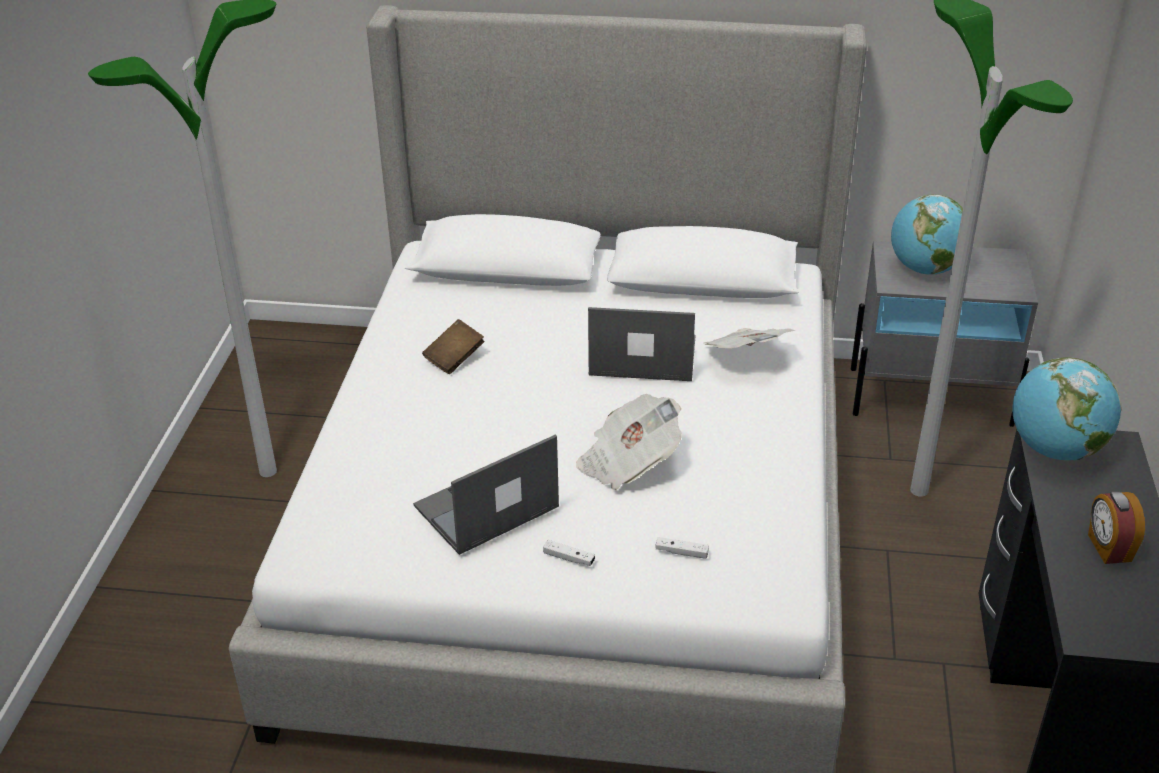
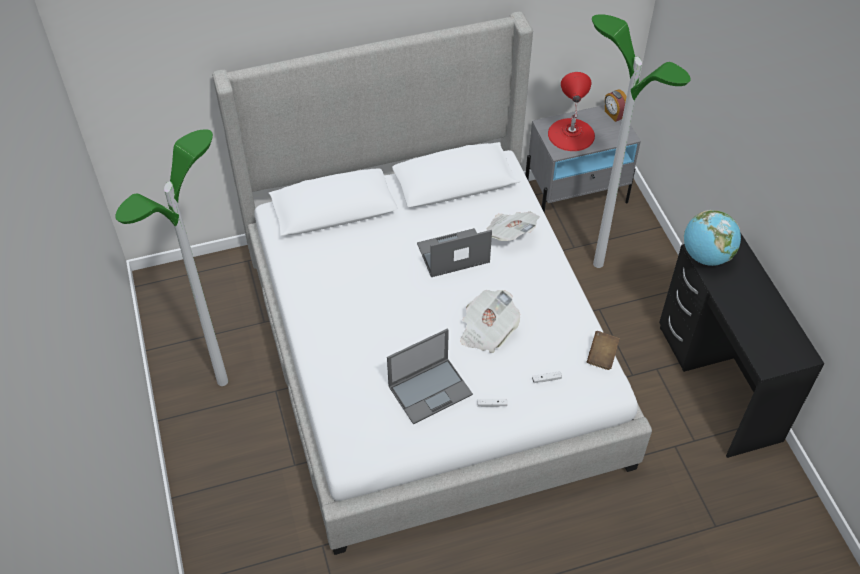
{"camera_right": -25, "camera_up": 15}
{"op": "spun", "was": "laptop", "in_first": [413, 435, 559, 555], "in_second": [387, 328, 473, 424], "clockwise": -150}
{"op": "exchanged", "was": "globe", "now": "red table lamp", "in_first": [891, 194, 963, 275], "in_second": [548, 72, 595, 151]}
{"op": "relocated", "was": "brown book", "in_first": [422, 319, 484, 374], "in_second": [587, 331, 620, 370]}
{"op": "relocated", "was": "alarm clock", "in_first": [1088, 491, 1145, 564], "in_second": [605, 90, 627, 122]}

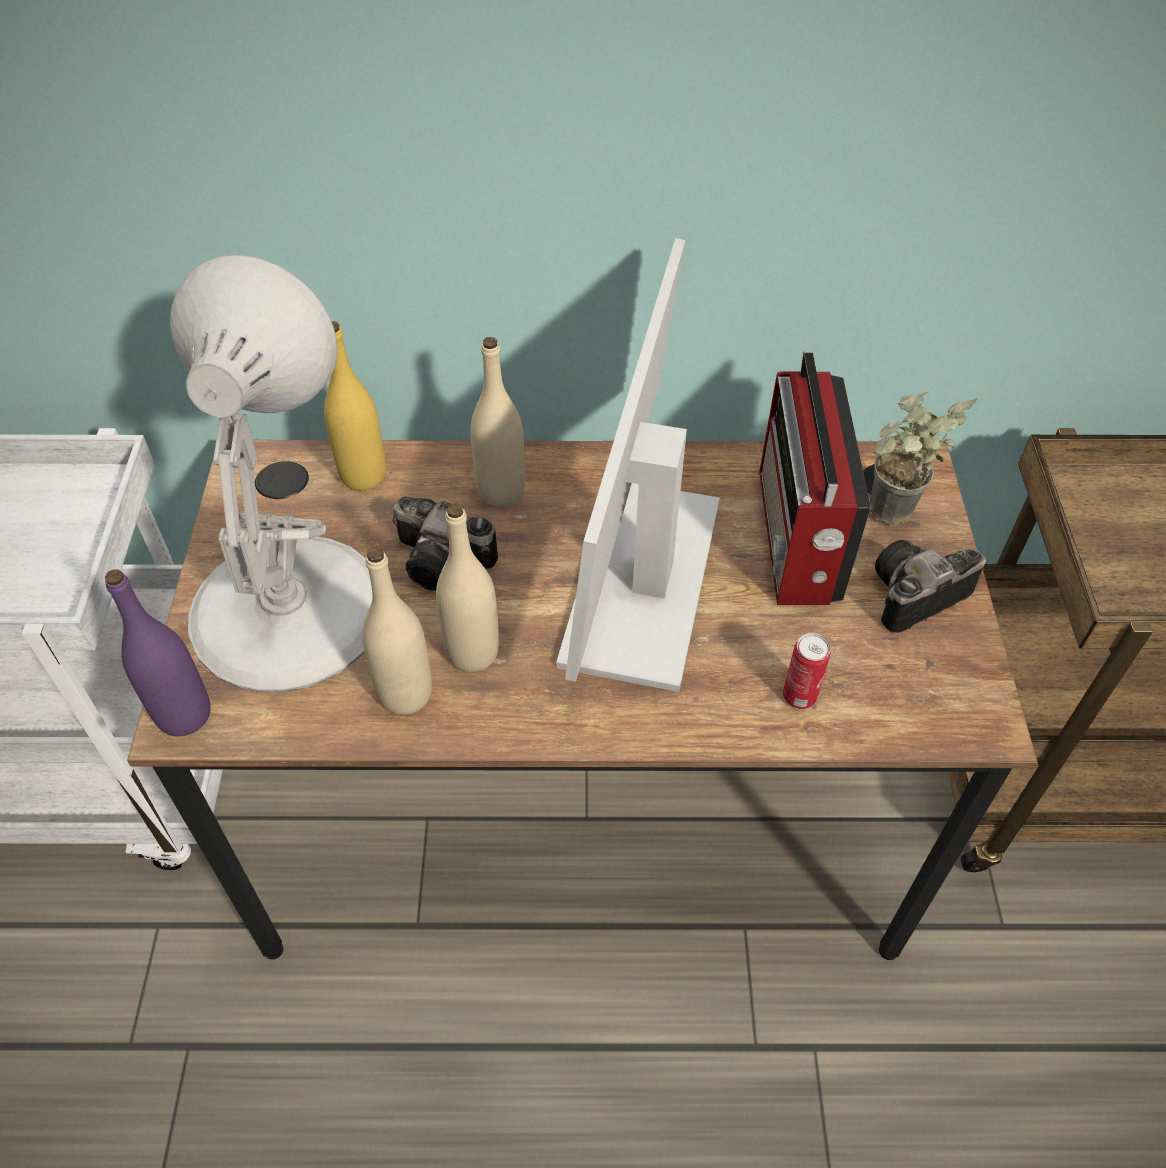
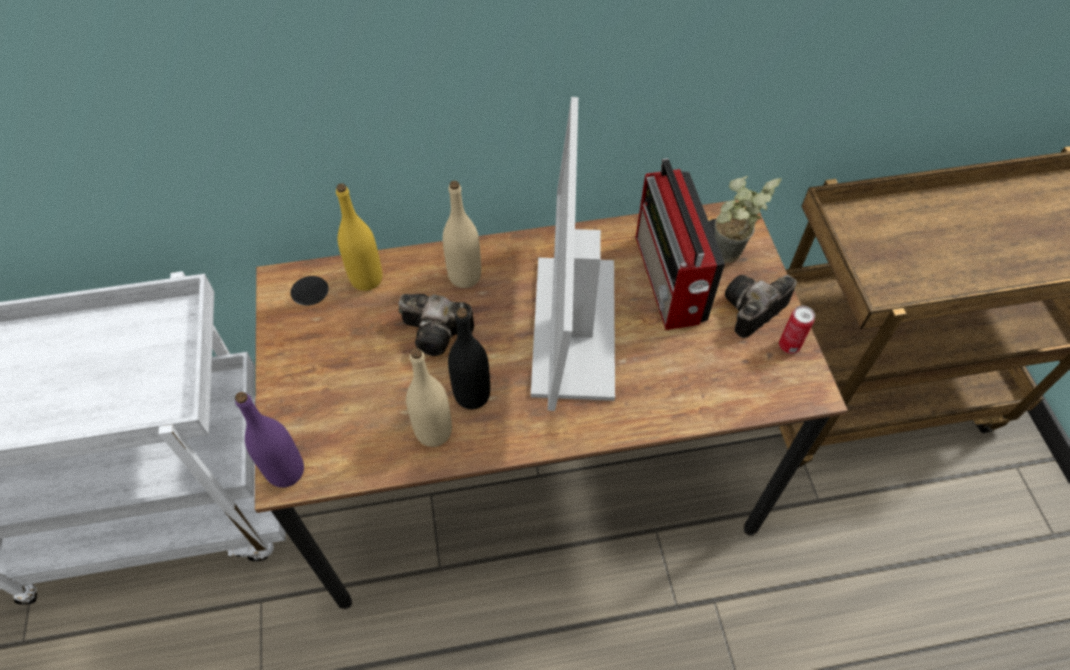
{"camera_right": -10, "camera_up": 5}
{"op": "colour", "was": "beige bottle", "now": "black bottle", "in_first": [436, 503, 499, 672], "in_second": [448, 308, 490, 409]}
{"op": "relocated", "was": "can", "in_first": [783, 633, 831, 709], "in_second": [779, 306, 815, 354]}
{"op": "missing", "was": "white table lamp", "in_first": [170, 255, 372, 692]}

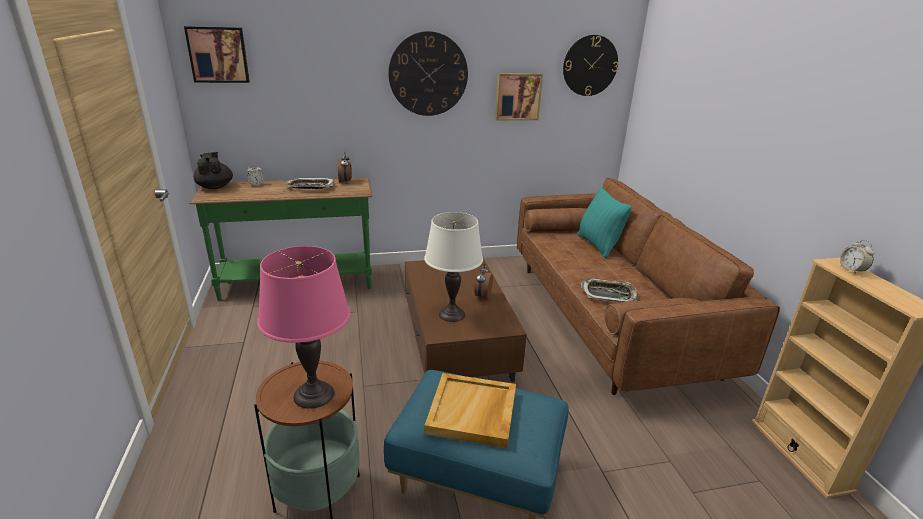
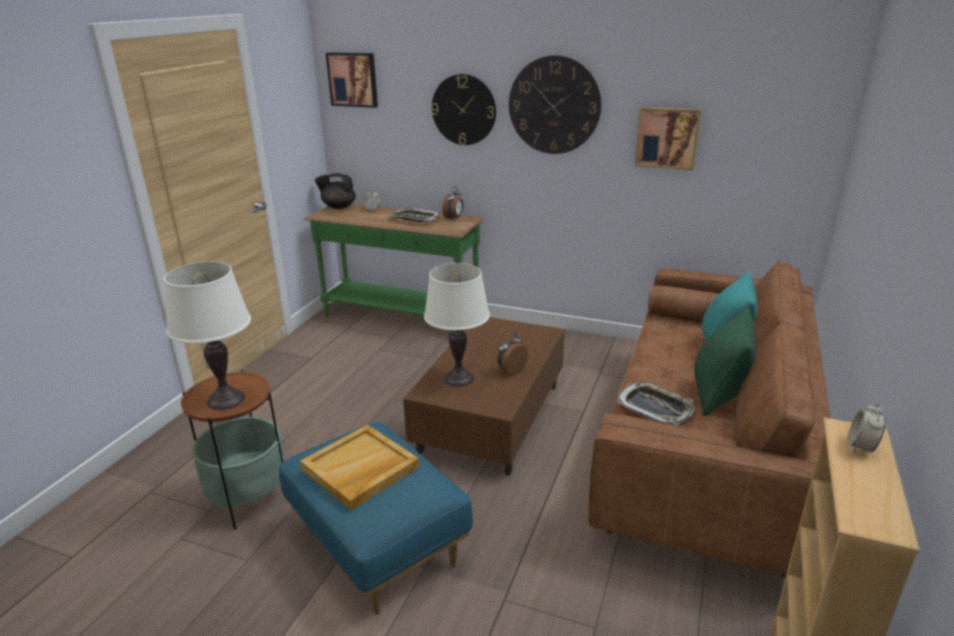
{"camera_right": 35, "camera_up": 0}
{"op": "colour", "was": "pink table lamp", "now": "white table lamp", "in_first": [257, 246, 350, 409], "in_second": [164, 262, 251, 410]}
{"op": "spun", "was": "black teapot", "in_first": [193, 152, 233, 189], "in_second": [315, 173, 356, 209], "clockwise": -105}
{"op": "relocated", "was": "wall clock", "in_first": [563, 35, 618, 96], "in_second": [431, 74, 496, 145]}
{"op": "appeared", "now": "green pillow", "in_second": [694, 307, 756, 416]}

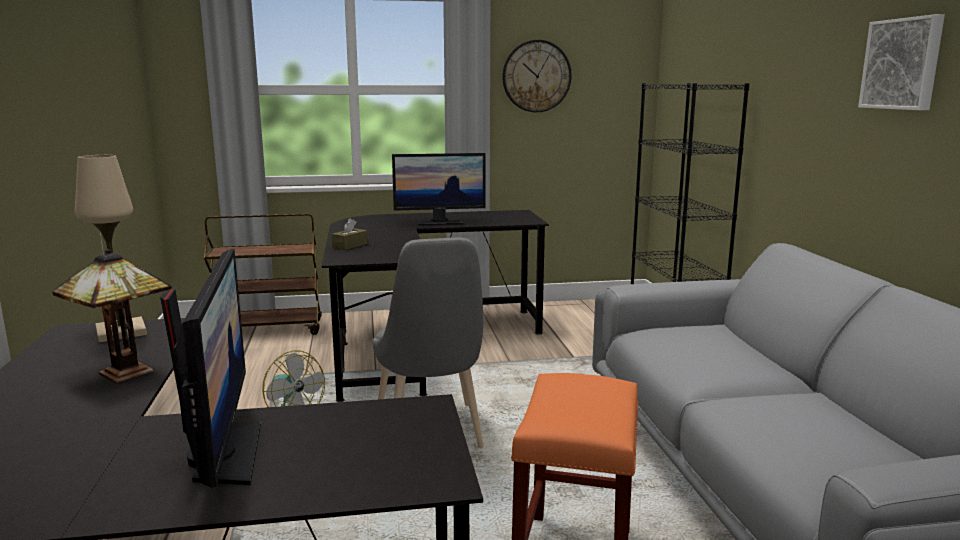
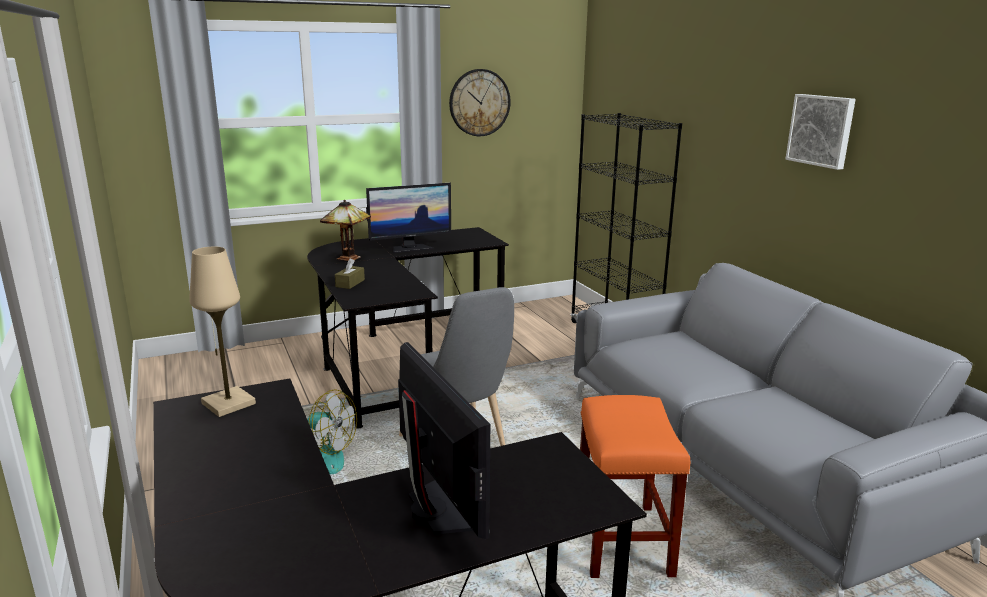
{"camera_right": -15, "camera_up": 5}
{"op": "relocated", "was": "table lamp", "in_first": [53, 249, 172, 383], "in_second": [320, 200, 371, 261]}
{"op": "missing", "was": "brown cart", "in_first": [204, 214, 322, 335]}

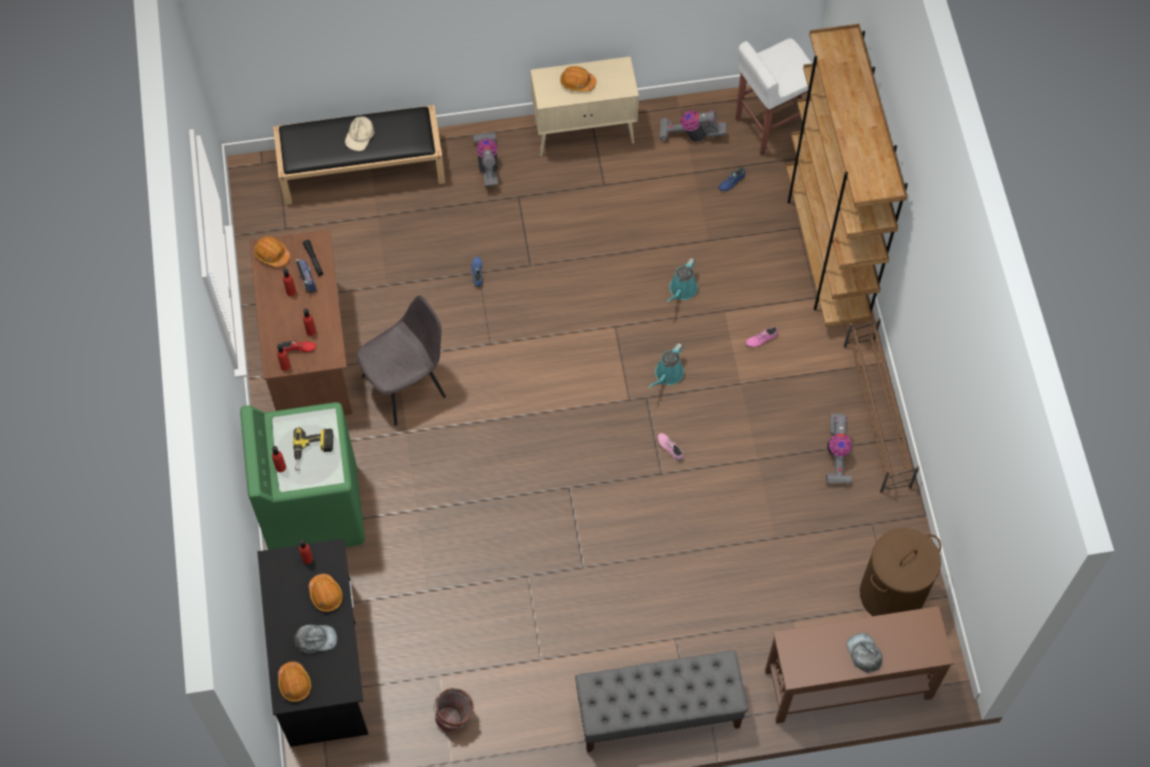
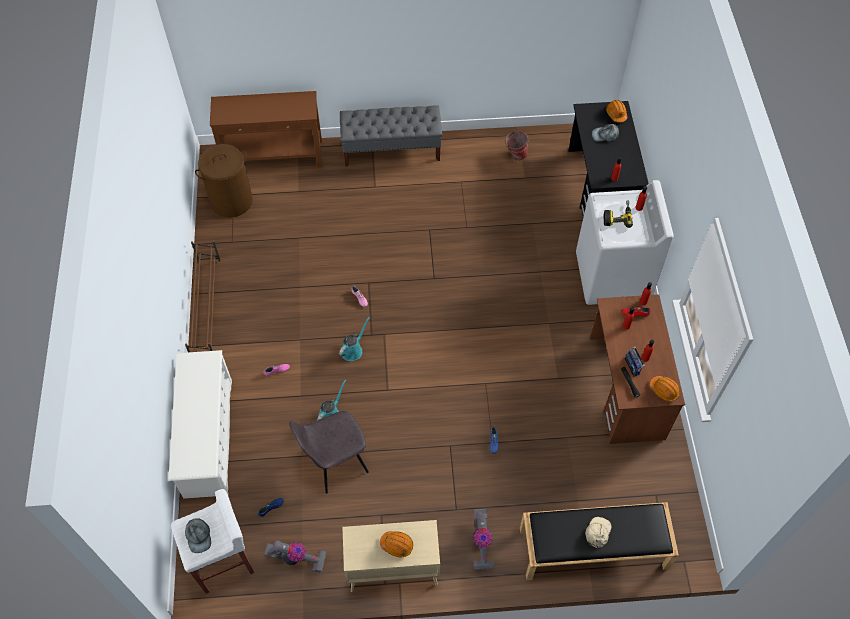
{"camera_right": -175, "camera_up": -5}
{"op": "exchanged", "was": "brown bookcase", "now": "white shoe rack", "in_first": [786, 24, 908, 327], "in_second": [169, 350, 232, 499]}
{"op": "relocated", "was": "grey cap", "in_first": [846, 633, 882, 673], "in_second": [185, 518, 211, 553]}
{"op": "relocated", "was": "grey chair", "in_first": [356, 295, 446, 426], "in_second": [289, 411, 369, 494]}
{"op": "colour", "was": "green washing machine", "now": "white washing machine", "in_first": [240, 402, 365, 550], "in_second": [576, 180, 674, 305]}
{"op": "missing", "was": "orange hard hat", "in_first": [309, 574, 343, 612]}
{"op": "missing", "was": "vacuum cleaner", "in_first": [826, 414, 852, 483]}

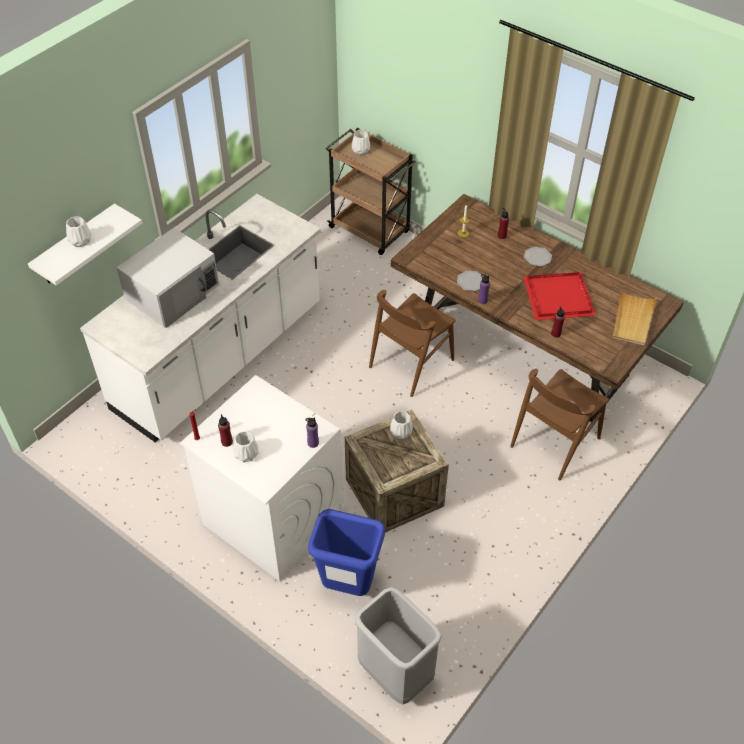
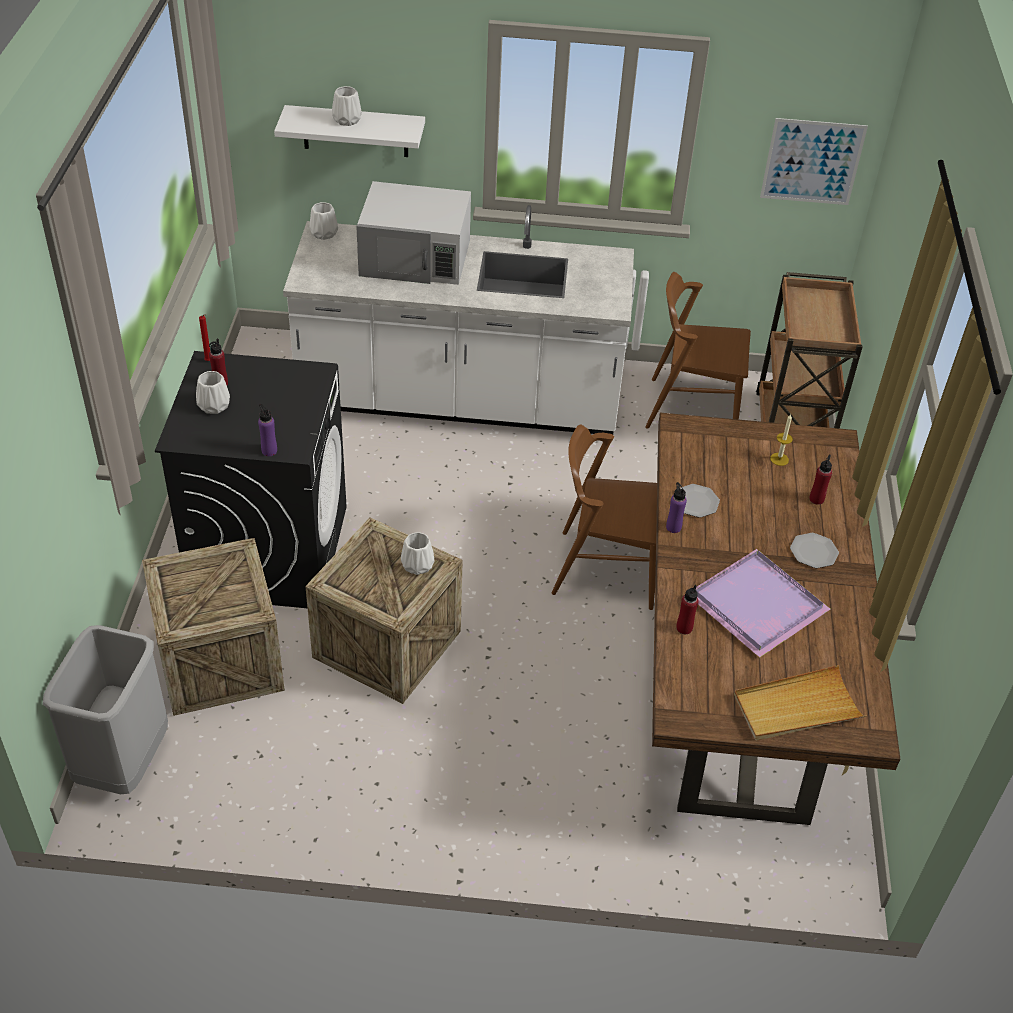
{"camera_right": 55, "camera_up": -5}
{"op": "exchanged", "was": "blue trash can", "now": "crate", "in_first": [308, 509, 385, 596], "in_second": [142, 538, 285, 716]}
{"op": "colour", "was": "white washing machine", "now": "black washing machine", "in_first": [180, 375, 344, 581], "in_second": [155, 351, 347, 608]}
{"op": "relocated", "was": "white vase", "in_first": [352, 130, 370, 155], "in_second": [310, 202, 338, 240]}
{"op": "relocated", "was": "brown chair", "in_first": [510, 369, 609, 480], "in_second": [645, 272, 751, 429]}
{"op": "colour", "was": "red tray", "now": "purple tray", "in_first": [523, 272, 596, 320], "in_second": [696, 549, 830, 658]}
{"op": "appeared", "now": "picture", "in_second": [760, 118, 868, 205]}

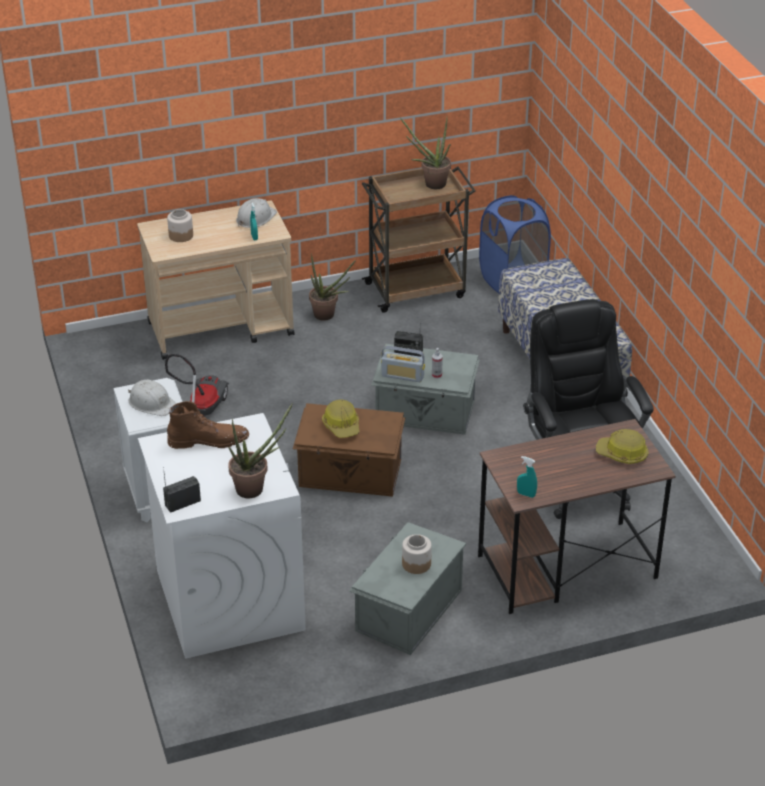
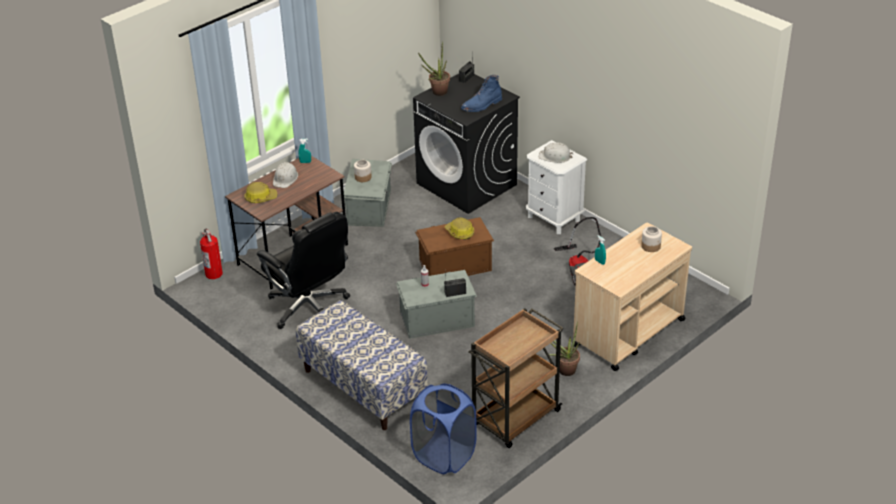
{"camera_right": 155, "camera_up": 0}
{"op": "appeared", "now": "fire extinguisher", "in_second": [200, 228, 223, 279]}
{"op": "relocated", "was": "white hard hat", "in_first": [236, 198, 277, 228], "in_second": [273, 162, 298, 188]}
{"op": "colour", "was": "white washing machine", "now": "black washing machine", "in_first": [138, 413, 306, 659], "in_second": [413, 74, 520, 214]}
{"op": "colour", "was": "brown boot", "now": "blue boot", "in_first": [167, 401, 249, 449], "in_second": [461, 75, 502, 112]}
{"op": "missing", "was": "radio", "in_first": [381, 346, 425, 382]}
{"op": "missing", "was": "potted plant", "in_first": [400, 118, 451, 189]}

